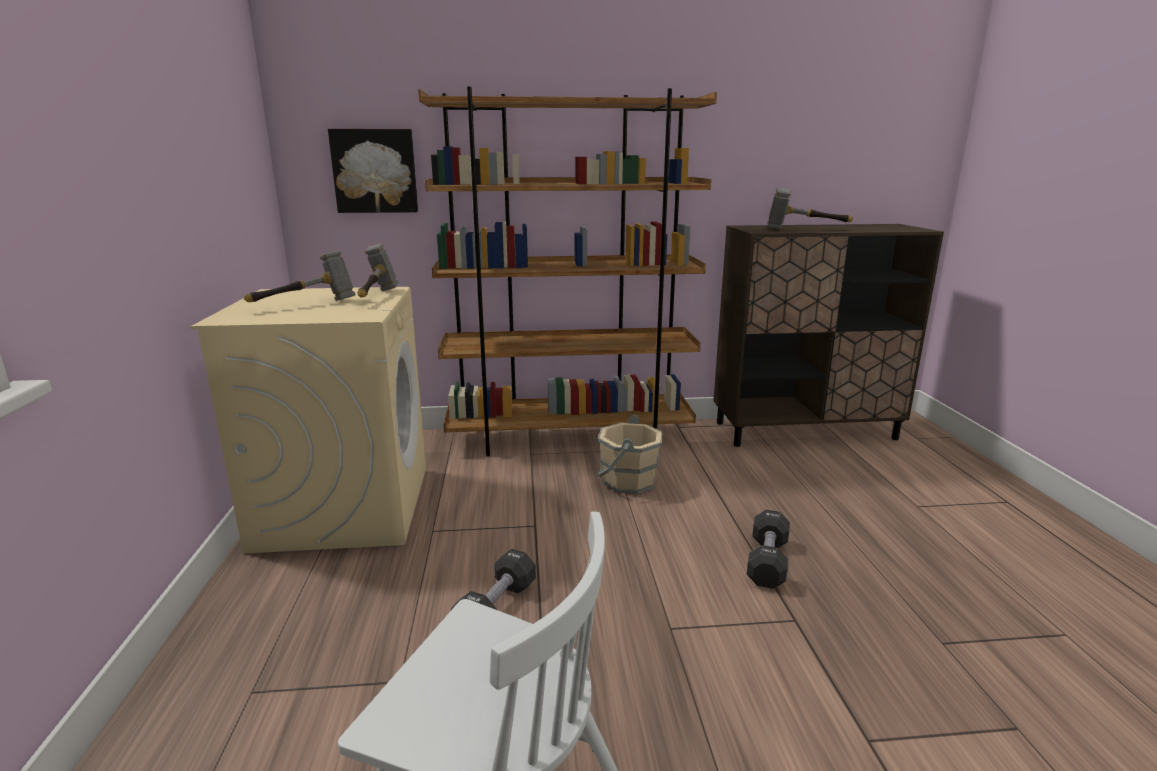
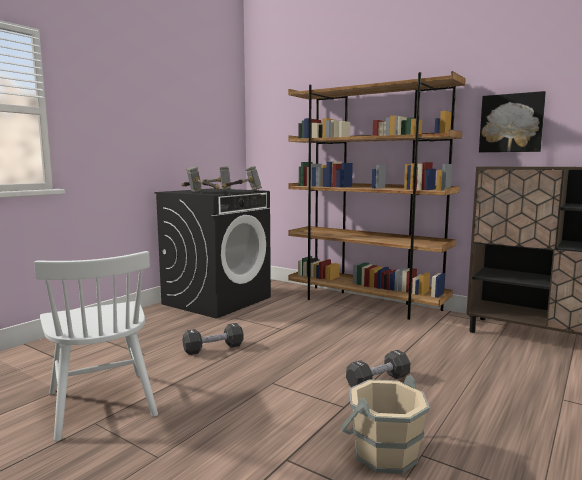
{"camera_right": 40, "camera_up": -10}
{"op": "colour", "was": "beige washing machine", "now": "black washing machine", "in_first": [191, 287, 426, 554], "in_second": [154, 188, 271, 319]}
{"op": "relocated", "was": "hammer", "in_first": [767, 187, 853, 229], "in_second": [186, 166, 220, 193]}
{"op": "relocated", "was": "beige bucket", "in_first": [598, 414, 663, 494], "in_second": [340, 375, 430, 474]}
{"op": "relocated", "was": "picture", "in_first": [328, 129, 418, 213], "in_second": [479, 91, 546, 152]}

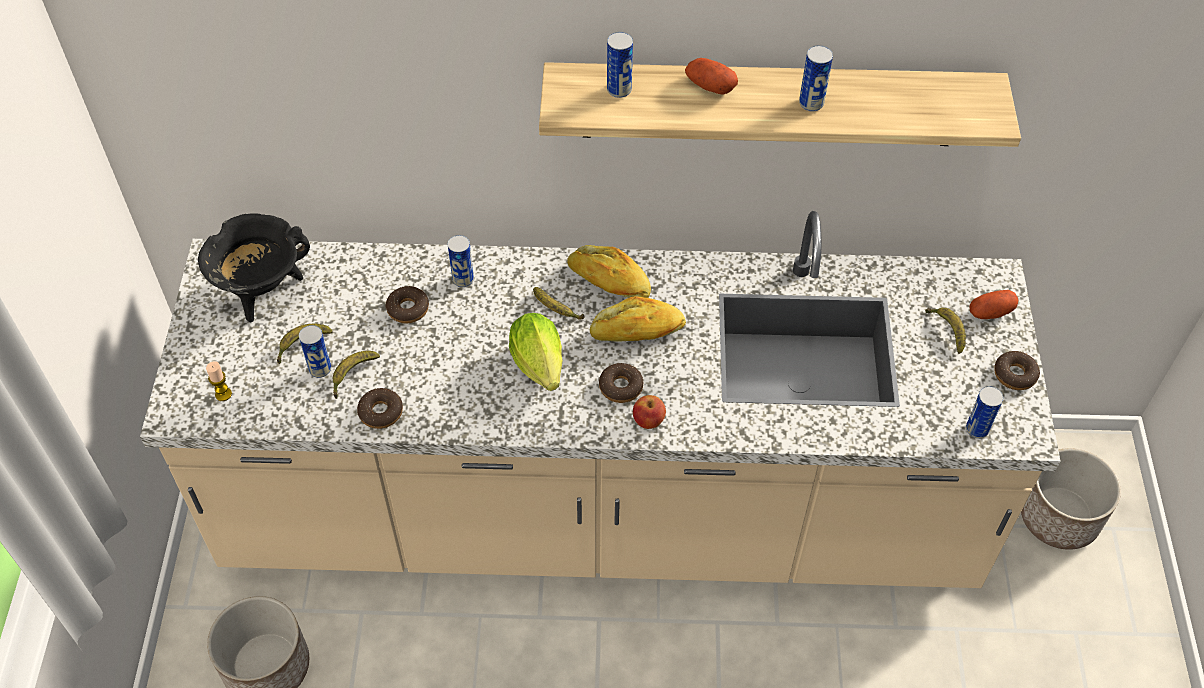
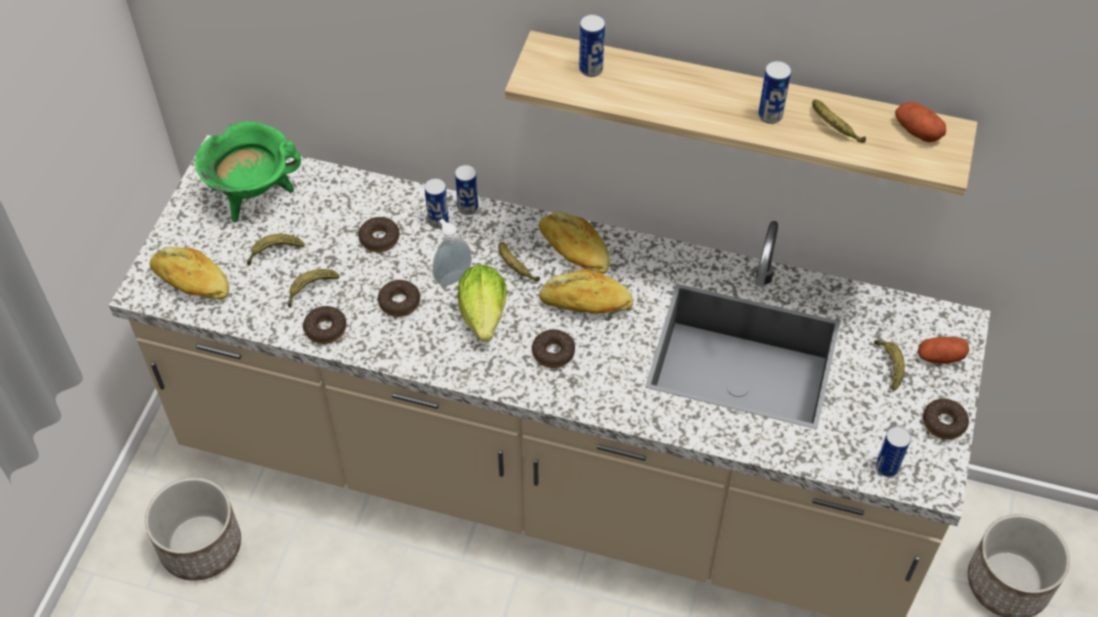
{"camera_right": 15, "camera_up": 0}
{"op": "exchanged", "was": "candle", "now": "bread", "in_first": [206, 361, 232, 401], "in_second": [150, 247, 229, 299]}
{"op": "colour", "was": "black cooking pot", "now": "green cooking pot", "in_first": [198, 213, 310, 323], "in_second": [195, 121, 301, 222]}
{"op": "appeared", "now": "donut", "in_second": [378, 280, 420, 317]}
{"op": "appeared", "now": "soap dispenser", "in_second": [433, 219, 472, 286]}
{"op": "relocated", "was": "can", "in_first": [299, 325, 331, 378], "in_second": [455, 165, 478, 215]}
{"op": "appeared", "now": "banana", "in_second": [812, 99, 866, 143]}
{"op": "relocated", "was": "potato", "in_first": [685, 58, 738, 95], "in_second": [895, 102, 946, 142]}
{"op": "missing", "was": "apple", "in_first": [633, 395, 666, 429]}

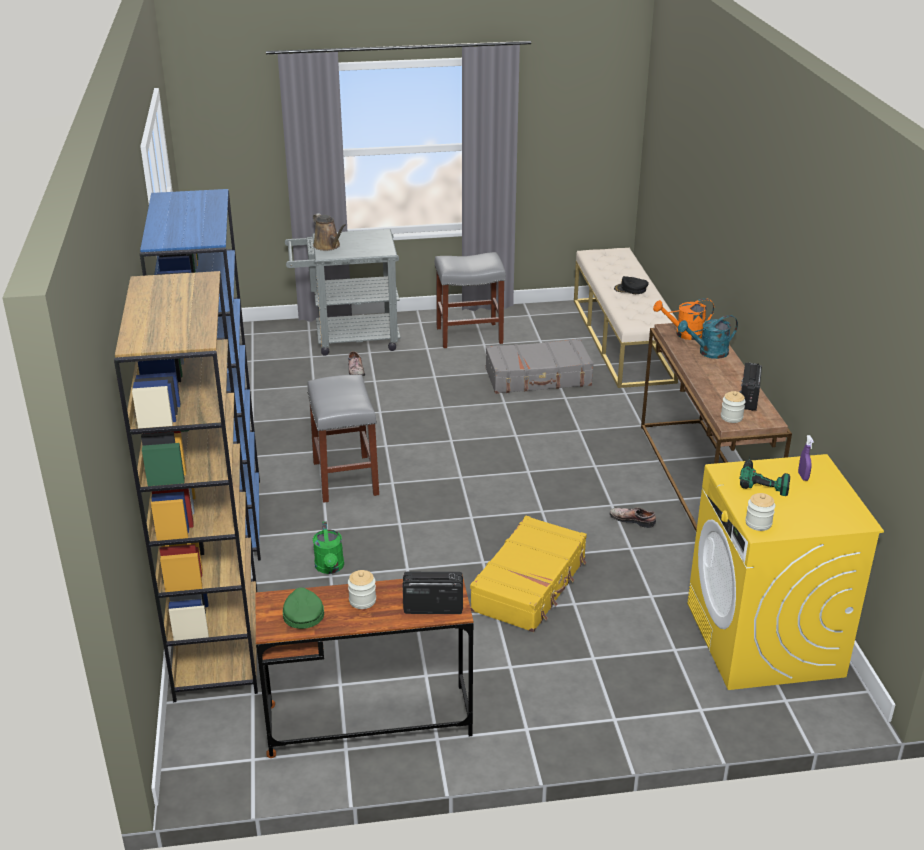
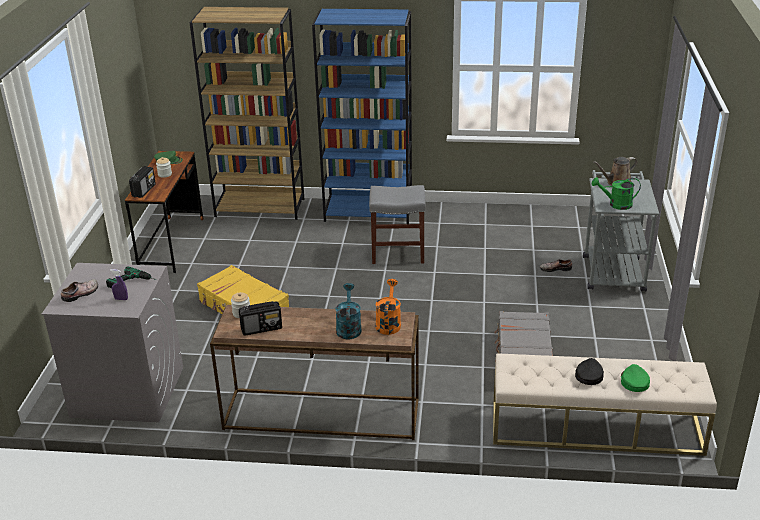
{"camera_right": 105, "camera_up": 0}
{"op": "colour", "was": "yellow washing machine", "now": "grey washing machine", "in_first": [687, 454, 884, 690], "in_second": [42, 263, 183, 423]}
{"op": "relocated", "was": "shoe", "in_first": [610, 507, 656, 528], "in_second": [61, 279, 98, 302]}
{"op": "spun", "was": "radio", "in_first": [739, 363, 762, 411], "in_second": [239, 301, 282, 336], "clockwise": 135}
{"op": "relocated", "was": "green watering can", "in_first": [313, 521, 344, 574], "in_second": [591, 177, 641, 210]}
{"op": "appeared", "now": "green cap", "in_second": [621, 364, 650, 392]}
{"op": "missing", "was": "grey stool", "in_first": [435, 252, 506, 348]}
{"op": "missing", "was": "jar", "in_first": [745, 493, 775, 531]}

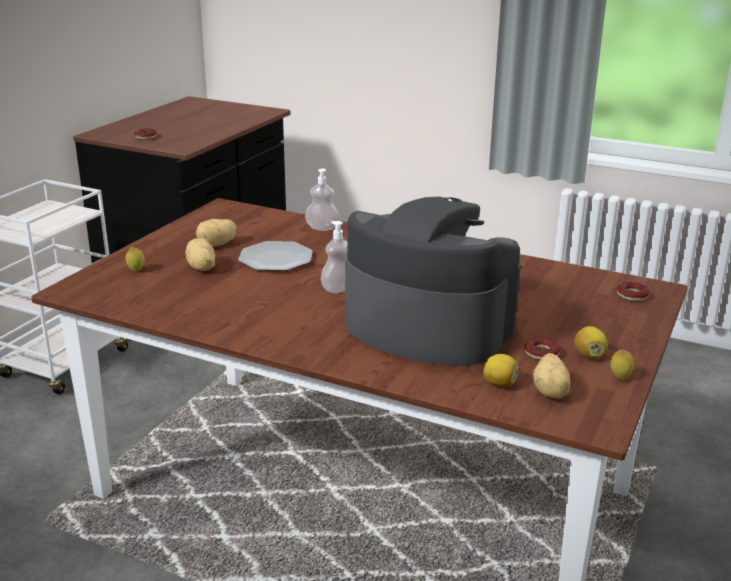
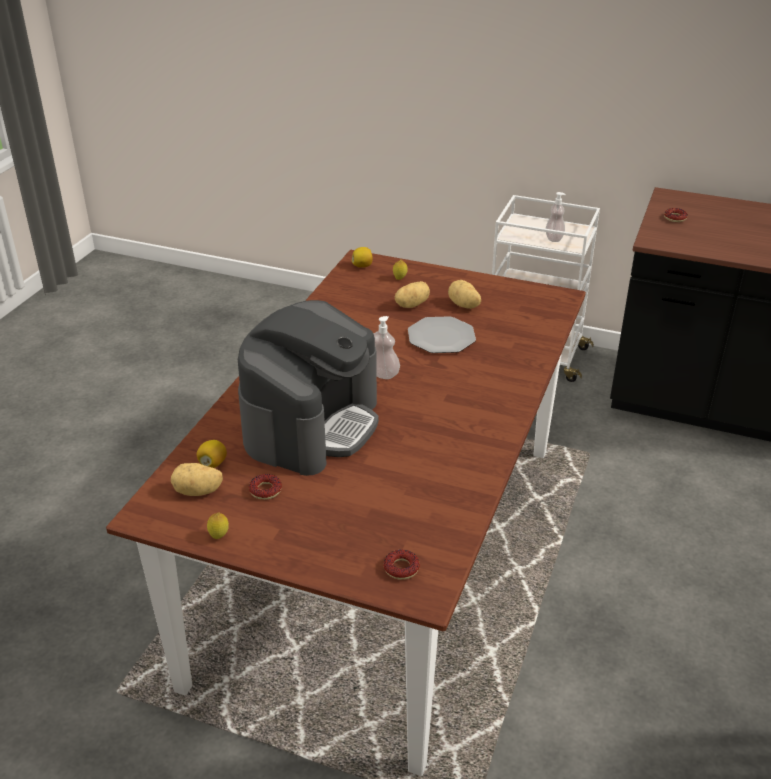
{"camera_right": 85, "camera_up": 10}
{"op": "relocated", "was": "lemon", "in_first": [574, 326, 608, 358], "in_second": [352, 247, 373, 268]}
{"op": "relocated", "was": "soap dispenser", "in_first": [305, 168, 340, 231], "in_second": [546, 192, 566, 242]}

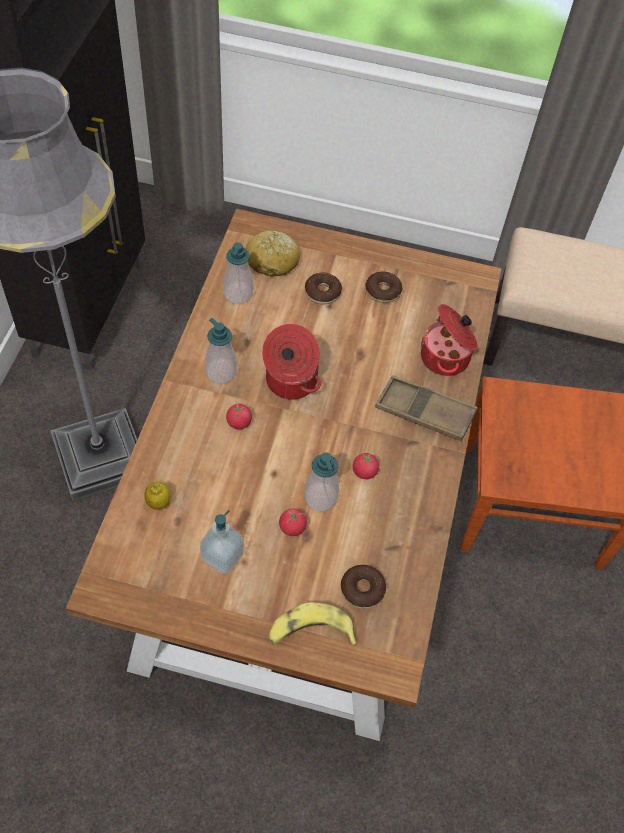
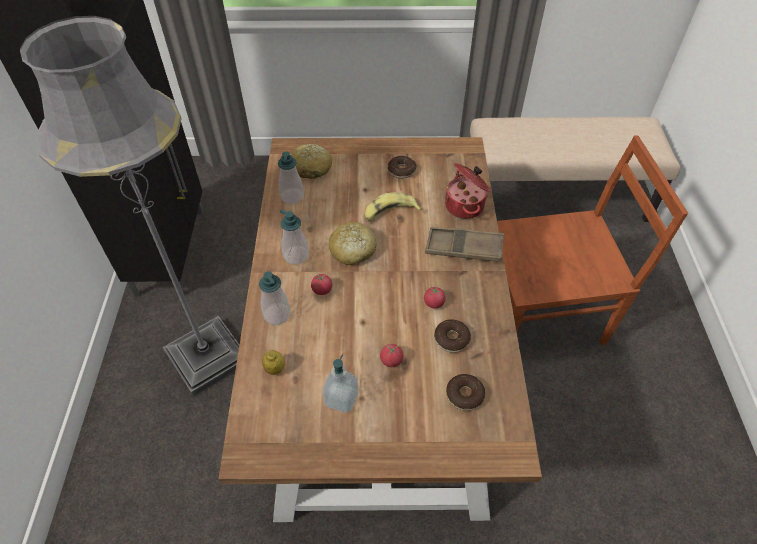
{"camera_right": -10, "camera_up": -5}
{"op": "relocated", "was": "soap dispenser", "in_first": [304, 452, 339, 511], "in_second": [259, 271, 291, 325]}
{"op": "exchanged", "was": "cooking pot", "now": "bread", "in_first": [262, 324, 321, 400], "in_second": [329, 222, 376, 265]}
{"op": "relocated", "was": "banana", "in_first": [268, 602, 357, 646], "in_second": [365, 192, 422, 222]}
{"op": "relocated", "was": "donut", "in_first": [305, 273, 342, 305], "in_second": [434, 319, 471, 353]}

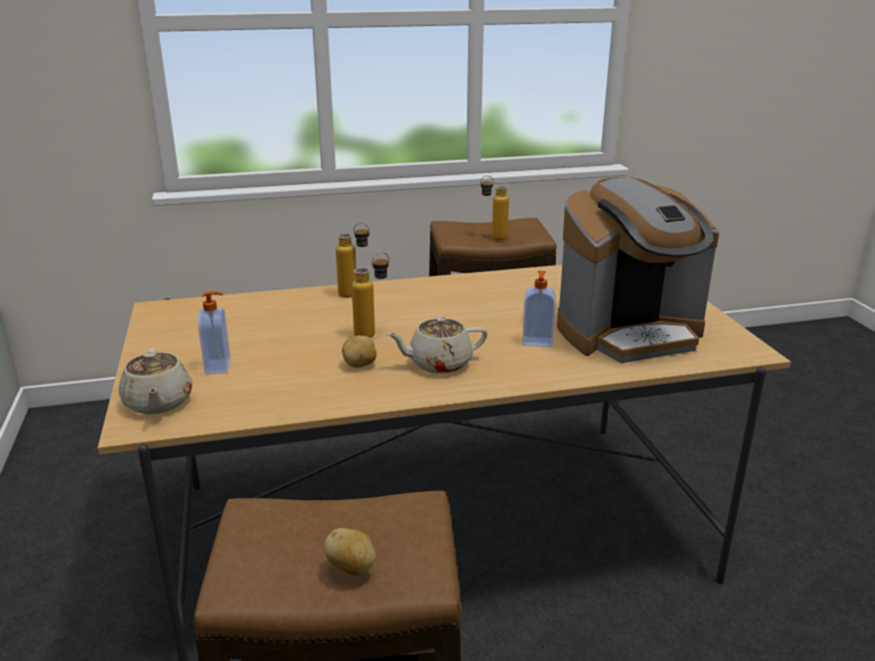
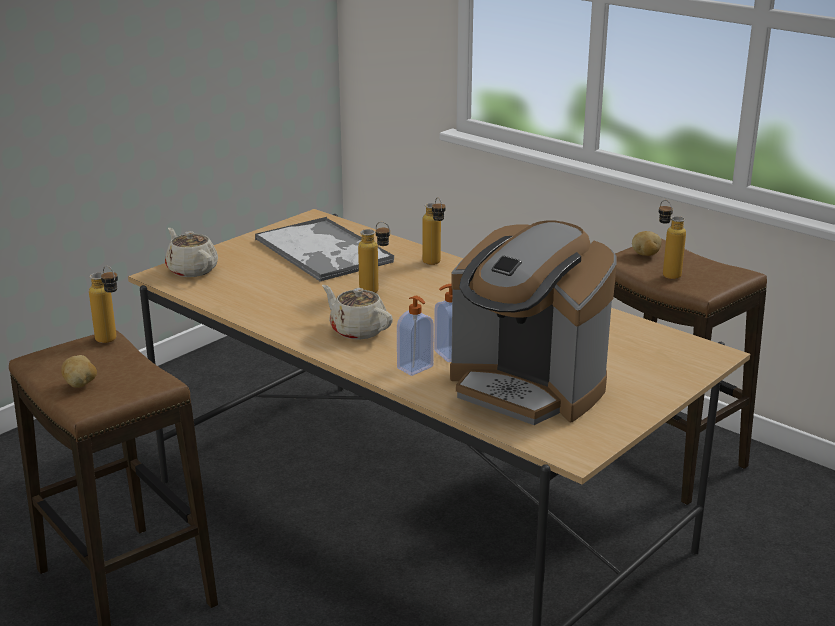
{"camera_right": 55, "camera_up": 0}
{"op": "appeared", "now": "bottle", "in_second": [89, 266, 118, 343]}
{"op": "spun", "was": "beige teapot", "in_first": [119, 349, 192, 414], "in_second": [165, 228, 218, 277], "clockwise": 105}
{"op": "appeared", "now": "tray", "in_second": [255, 217, 394, 282]}
{"op": "relocated", "was": "soap dispenser", "in_first": [198, 291, 231, 374], "in_second": [397, 296, 434, 376]}
{"op": "relocated", "was": "potato", "in_first": [342, 335, 377, 368], "in_second": [632, 231, 662, 256]}

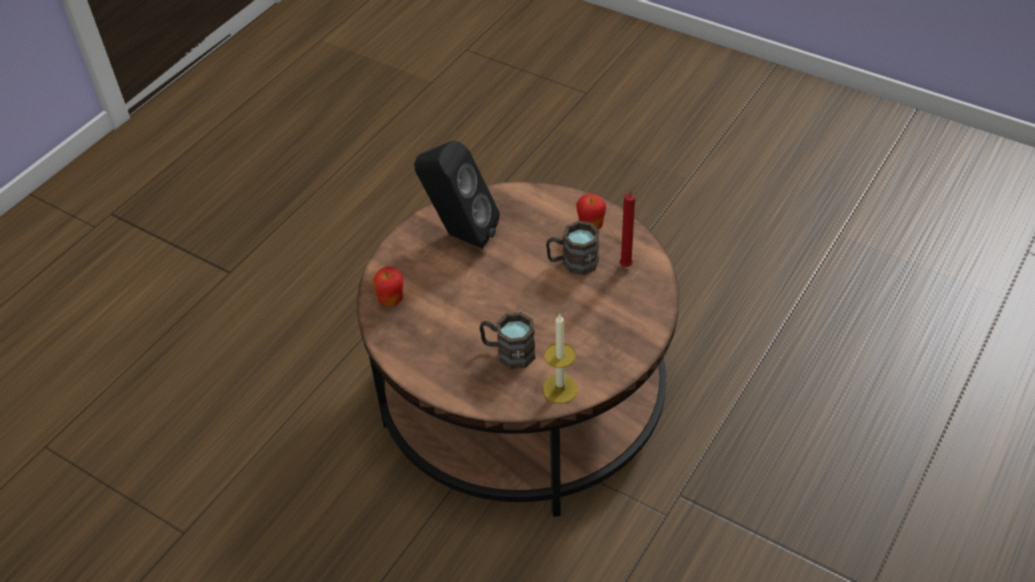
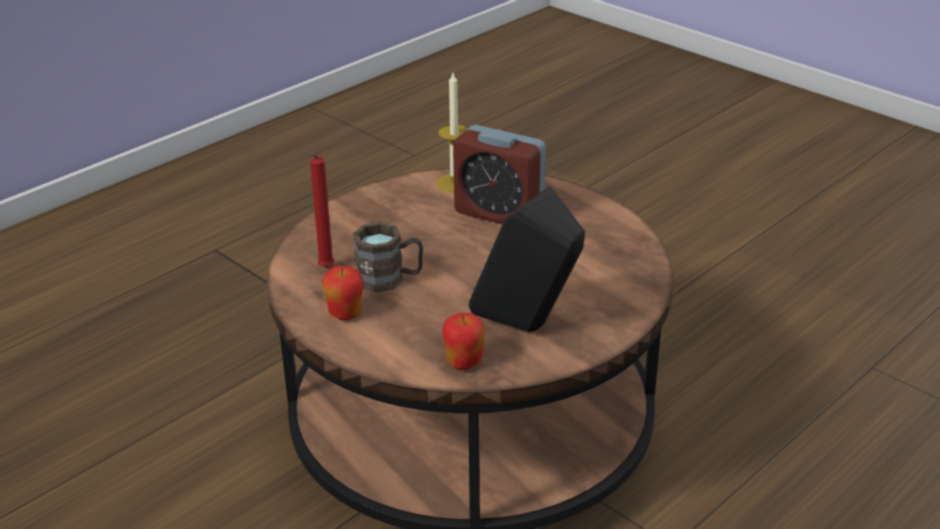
{"camera_right": -170, "camera_up": -15}
{"op": "relocated", "was": "apple", "in_first": [373, 267, 403, 307], "in_second": [442, 313, 485, 370]}
{"op": "exchanged", "was": "brown mug", "now": "alarm clock", "in_first": [480, 312, 536, 369], "in_second": [453, 125, 546, 224]}

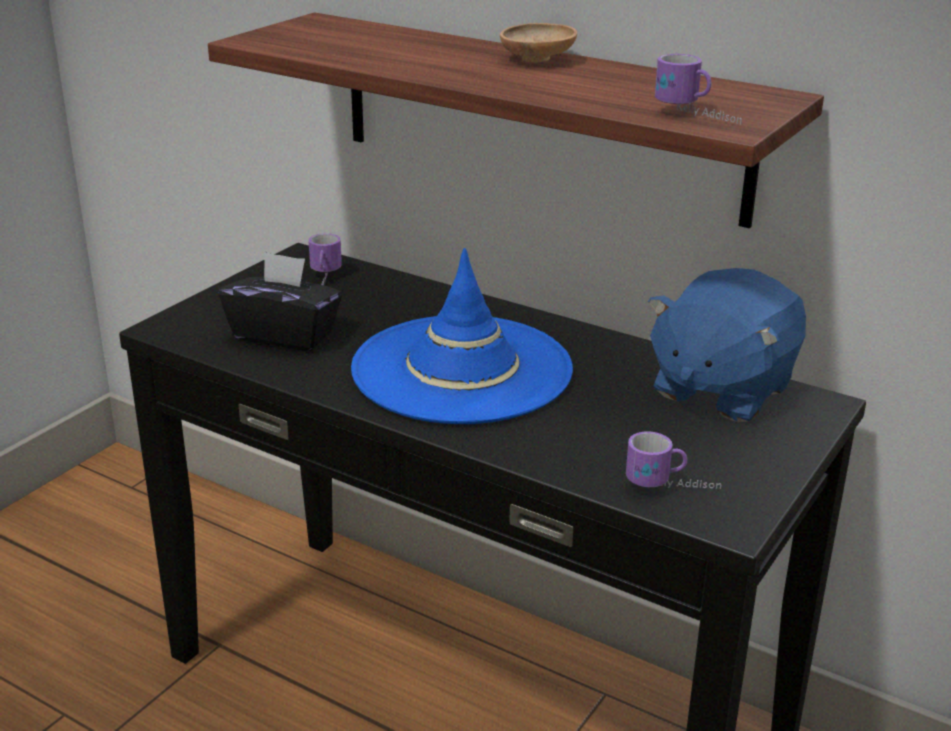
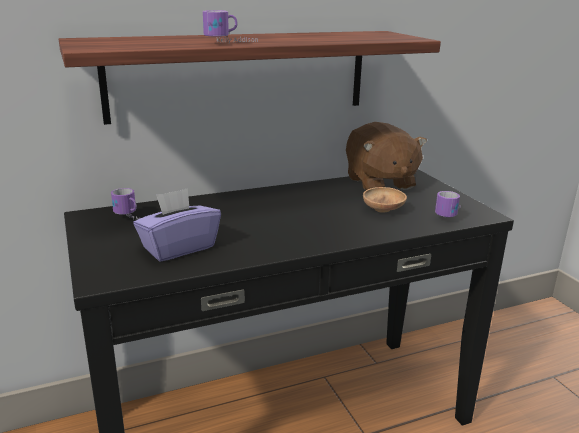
{"camera_right": -55, "camera_up": -5}
{"op": "colour", "was": "black tissue box", "now": "purple tissue box", "in_first": [219, 252, 342, 351], "in_second": [133, 188, 221, 262]}
{"op": "relocated", "was": "mug", "in_first": [655, 54, 742, 124], "in_second": [203, 10, 258, 43]}
{"op": "colour", "was": "blue plush toy", "now": "brown plush toy", "in_first": [648, 268, 806, 422], "in_second": [346, 122, 427, 190]}
{"op": "relocated", "was": "brown bowl", "in_first": [500, 23, 577, 63], "in_second": [363, 187, 407, 213]}
{"op": "missing", "was": "blue hat", "in_first": [351, 248, 573, 424]}

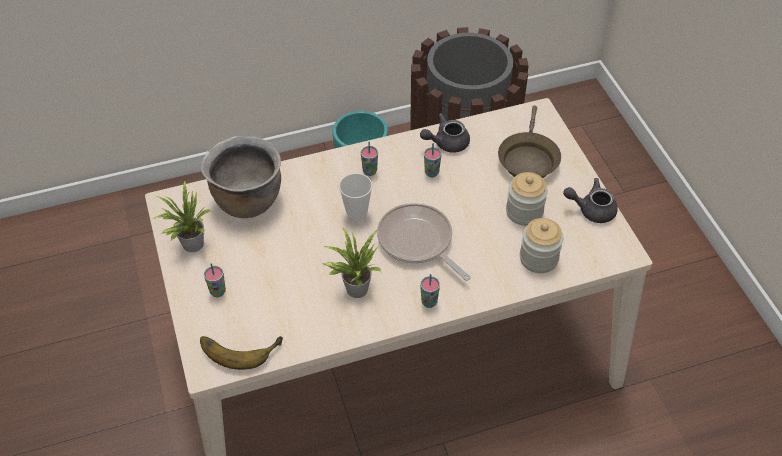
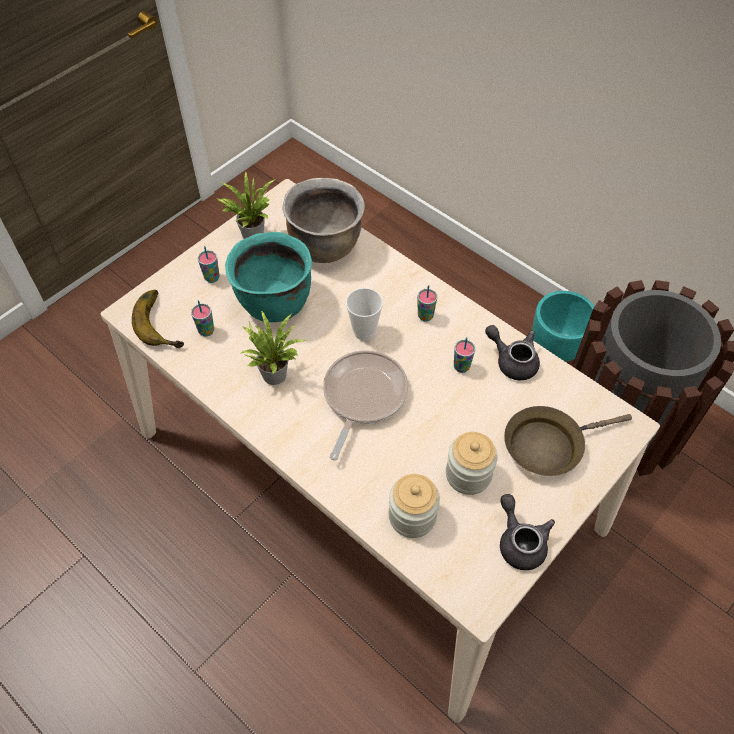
{"camera_right": 60, "camera_up": 5}
{"op": "relocated", "was": "cup", "in_first": [420, 274, 440, 308], "in_second": [191, 300, 214, 336]}
{"op": "appeared", "now": "turquoise cooking pot", "in_second": [225, 232, 312, 322]}

